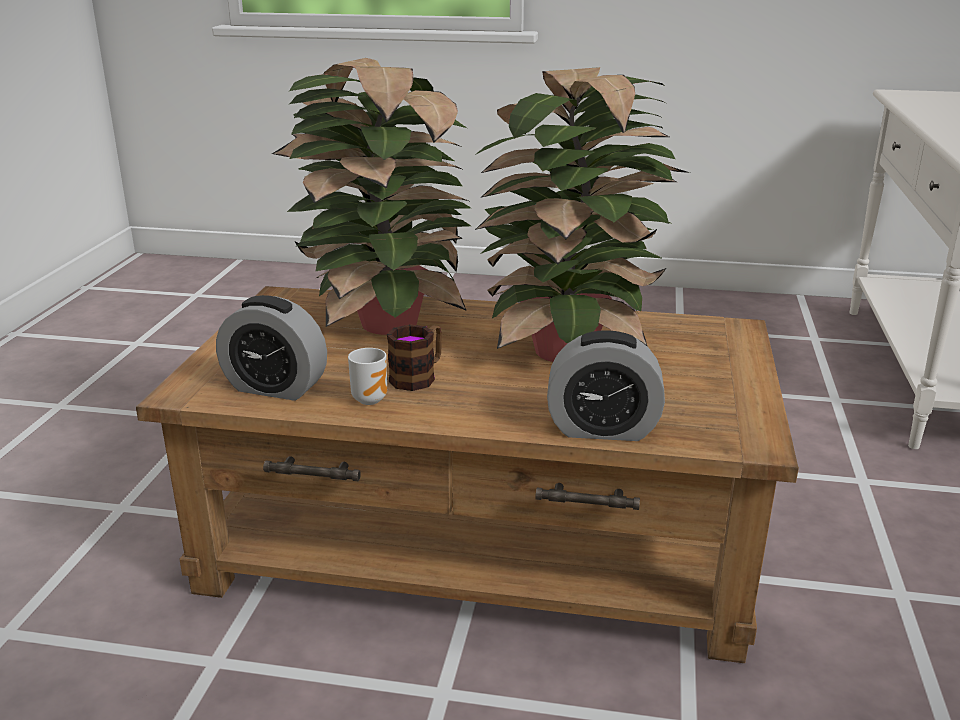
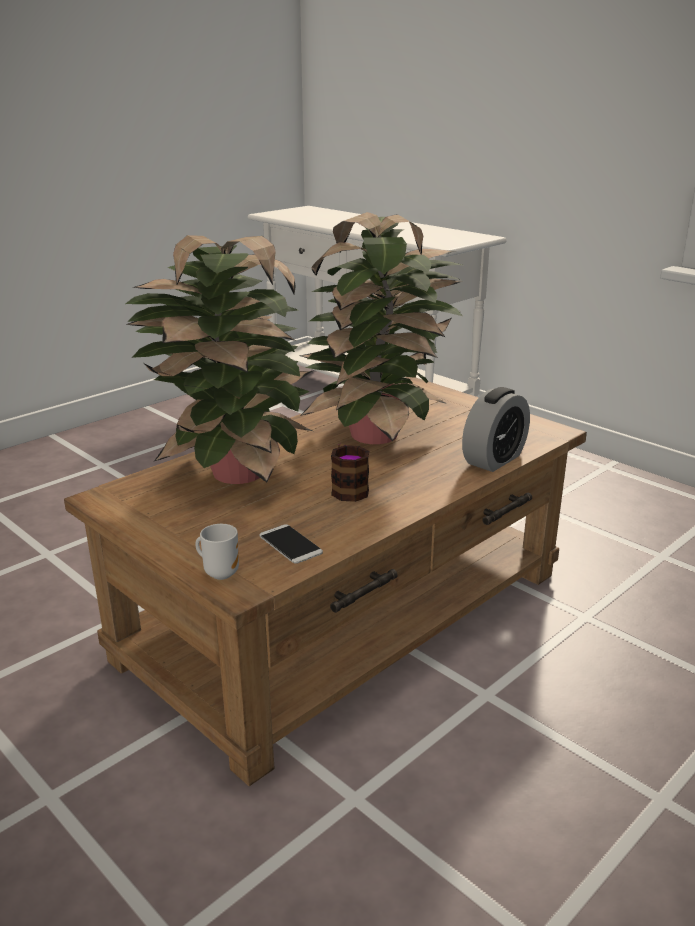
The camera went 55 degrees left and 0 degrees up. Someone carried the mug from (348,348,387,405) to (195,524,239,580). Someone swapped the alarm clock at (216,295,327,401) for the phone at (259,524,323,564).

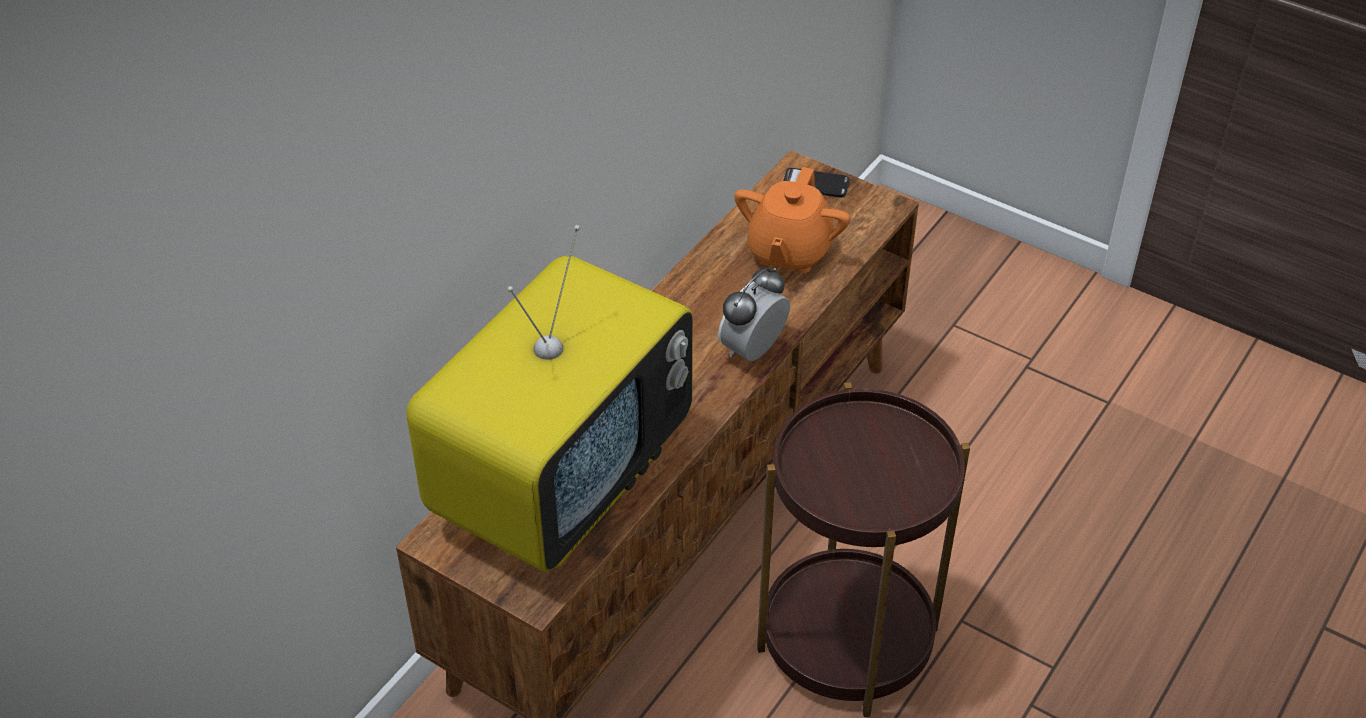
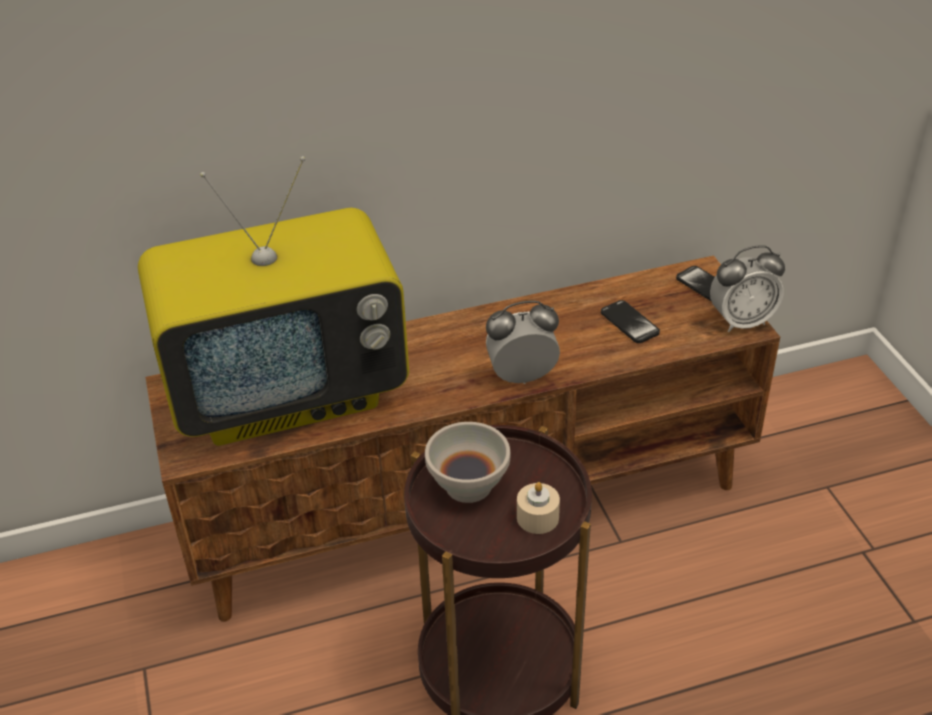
The camera went 40 degrees right and 5 degrees down. Someone put down the white bowl at (425,422,510,503). Someone put down the beige candle at (517,482,560,534). Someone swapped the orange teapot at (734,167,850,273) for the phone at (601,300,660,343). Someone put down the alarm clock at (710,245,785,332).

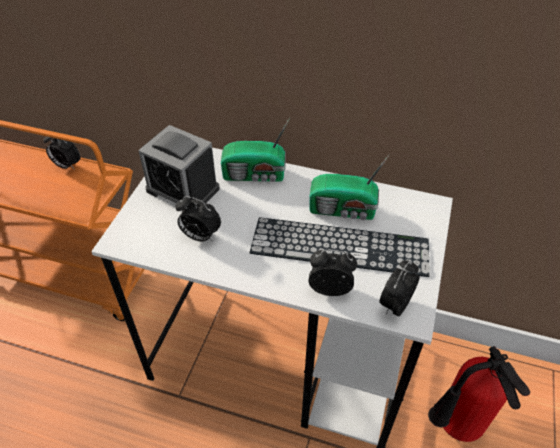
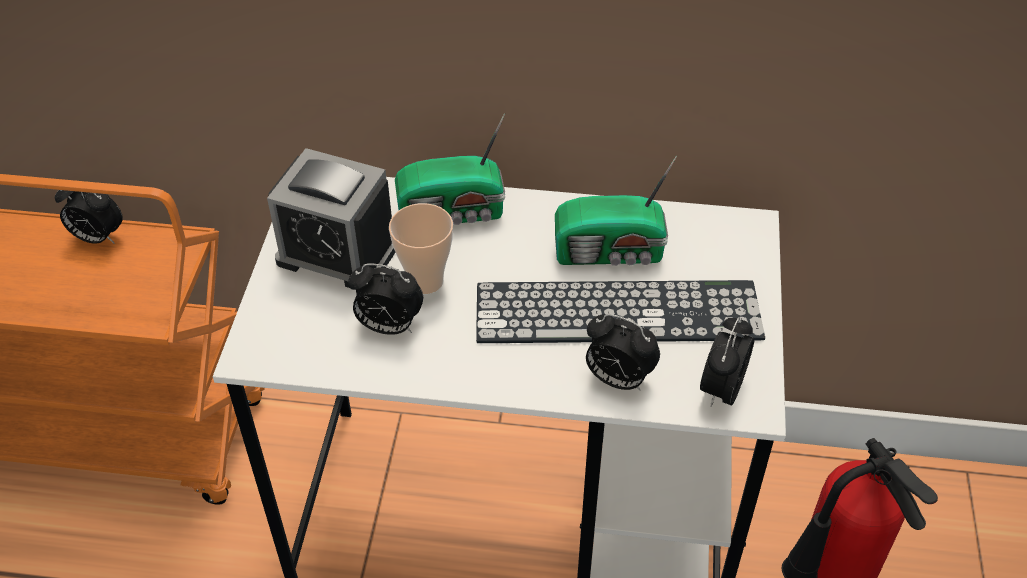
The camera went 10 degrees left and 0 degrees up. Someone put down the cup at (389,203,453,294). Someone rotated the alarm clock at (309,250,357,296) by 150 degrees counterclockwise.

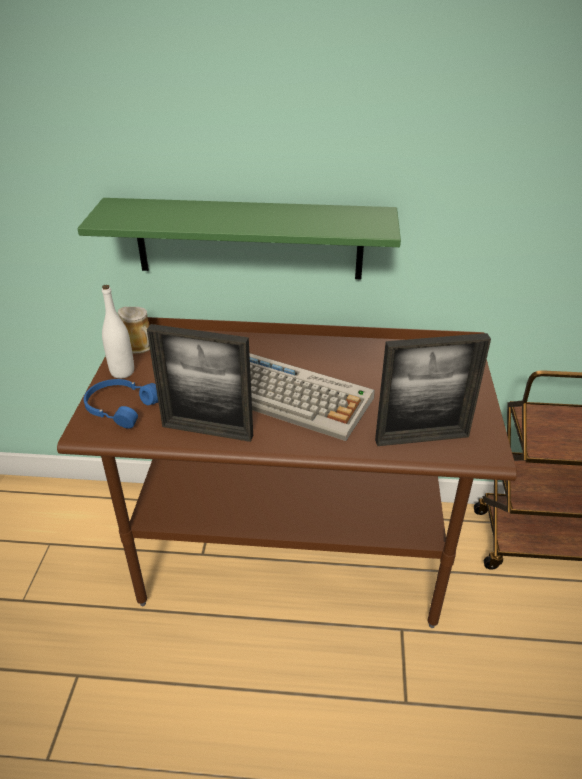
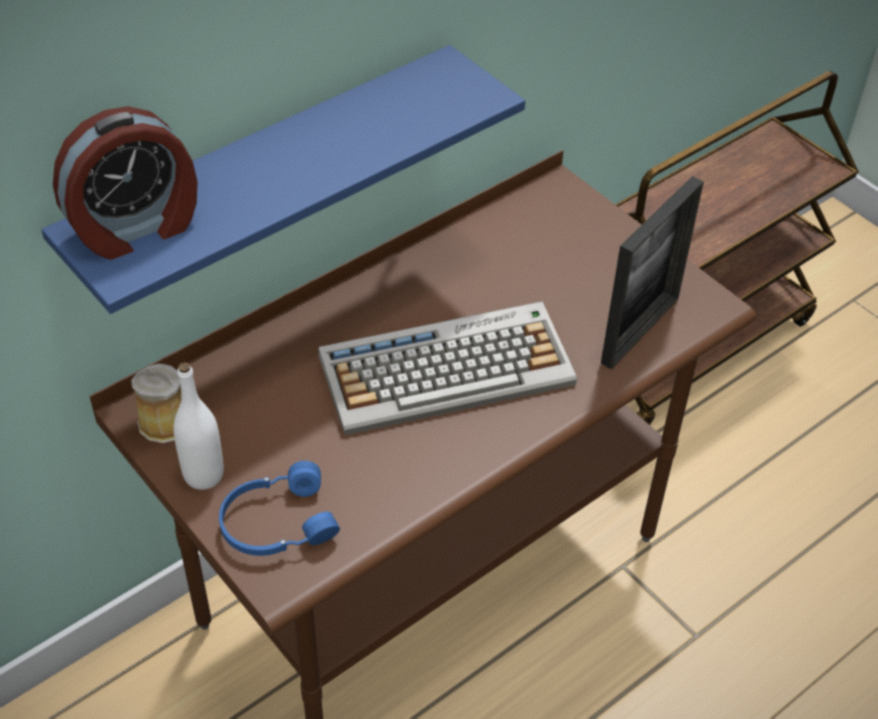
The camera went 45 degrees left and 10 degrees up. Someone repainted the green shelf at (77,198,401,279), which became the blue shelf at (41,45,525,314). Someone put down the alarm clock at (53,106,198,260). Someone took away the picture frame at (147,324,253,442).

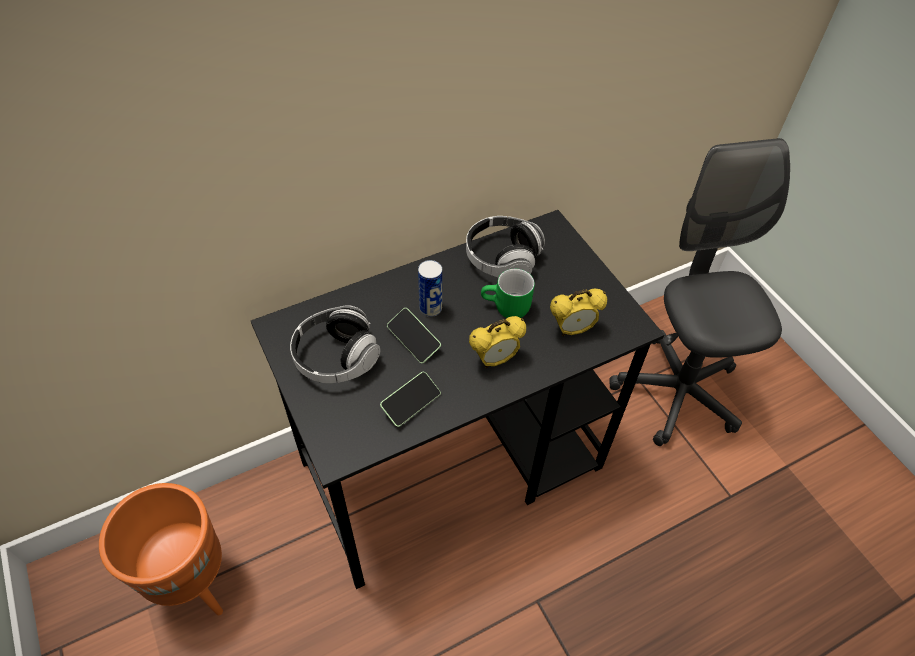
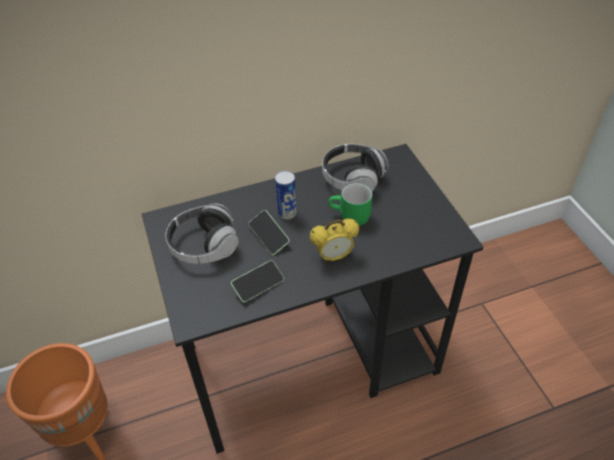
The camera went 10 degrees right and 5 degrees down. Someone took away the alarm clock at (550,289,607,336). Someone took away the grey office chair at (610,138,790,446).

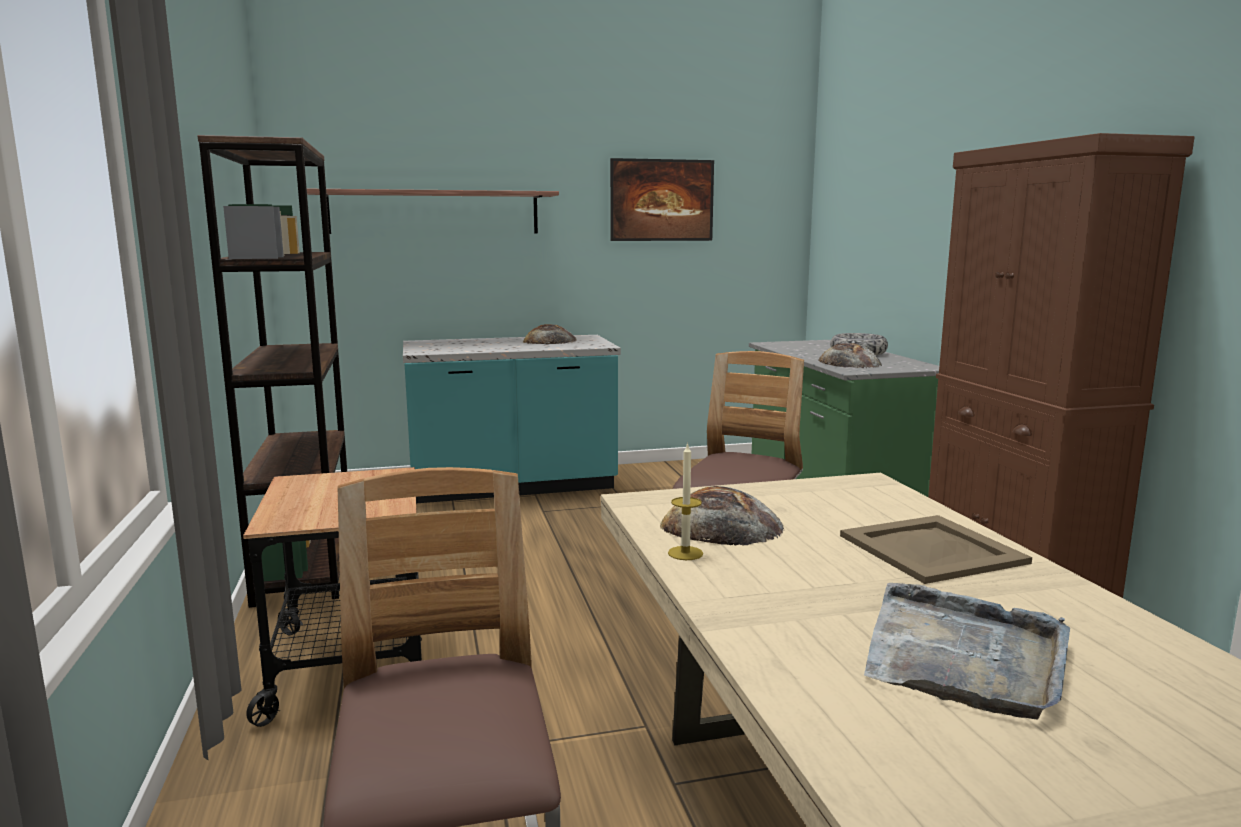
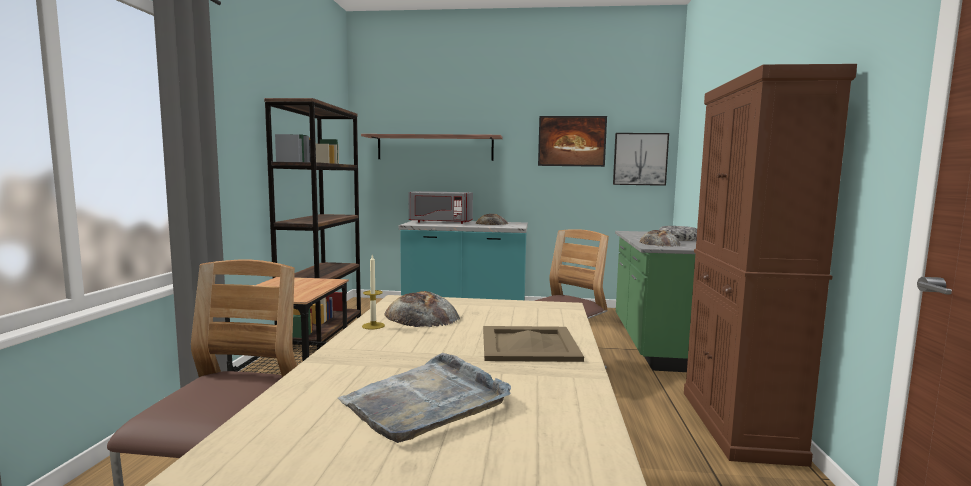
The camera went 20 degrees right and 5 degrees down. Someone put down the grey microwave at (409,191,473,224). Someone put up the picture at (613,133,669,186).

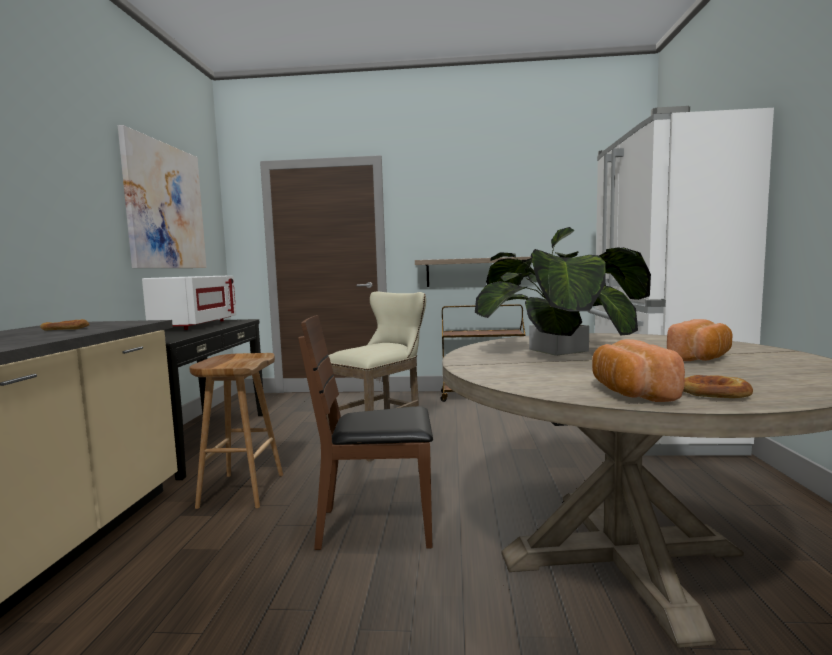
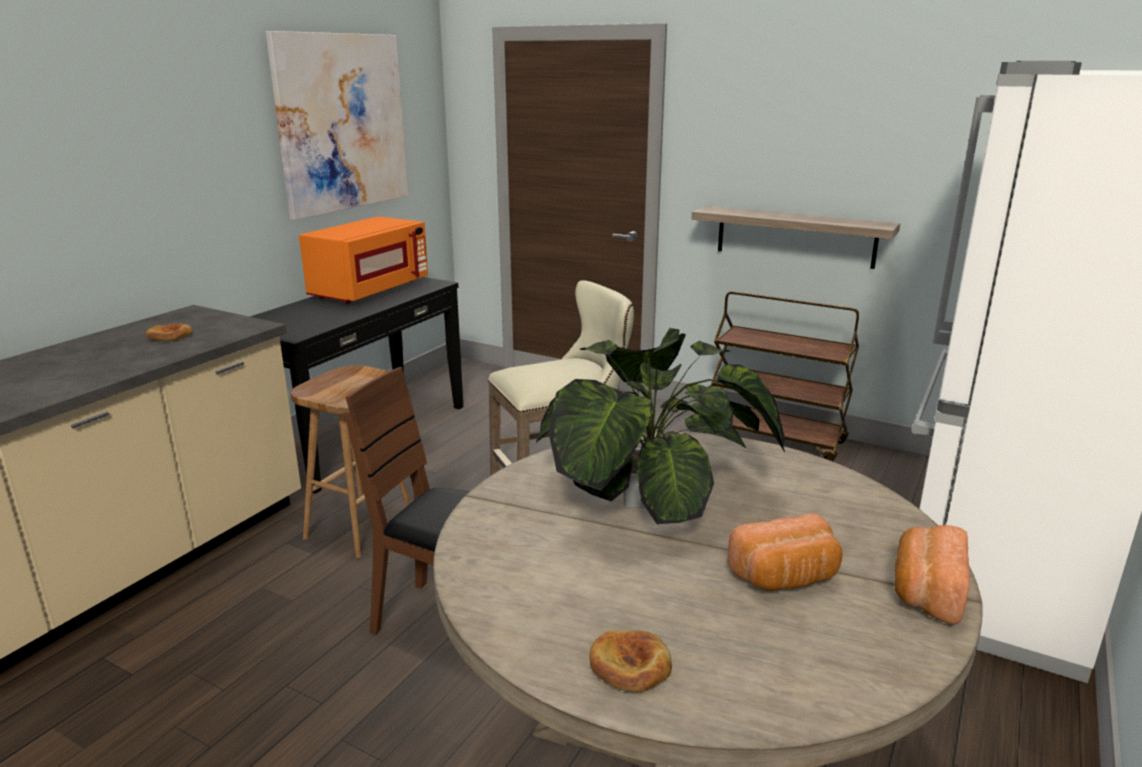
The camera went 25 degrees right and 15 degrees up. Someone repainted the white microwave at (142,276,236,330), which became the orange microwave at (299,216,428,304). Someone carried the bread from (592,339,685,402) to (895,525,970,624).

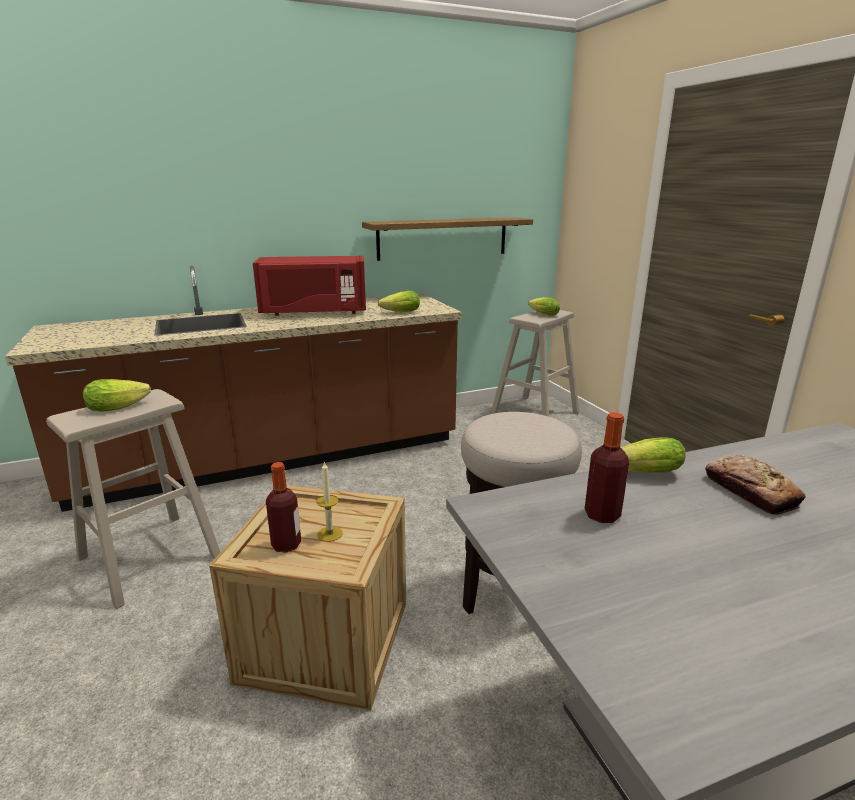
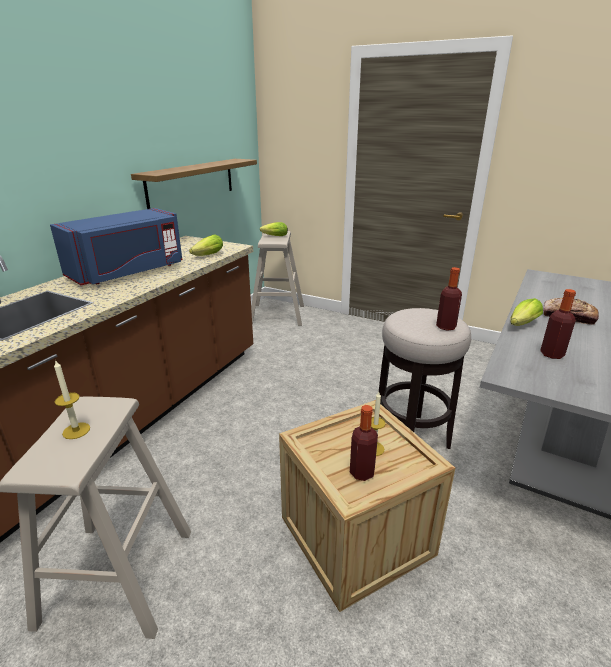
The camera went 40 degrees left and 5 degrees up. Someone repainted the red microwave at (253,256,366,316), which became the blue microwave at (50,208,183,285). Someone swapped the lettuce at (83,379,151,412) for the candle at (54,361,90,439). Someone put down the bottle at (436,267,462,331).

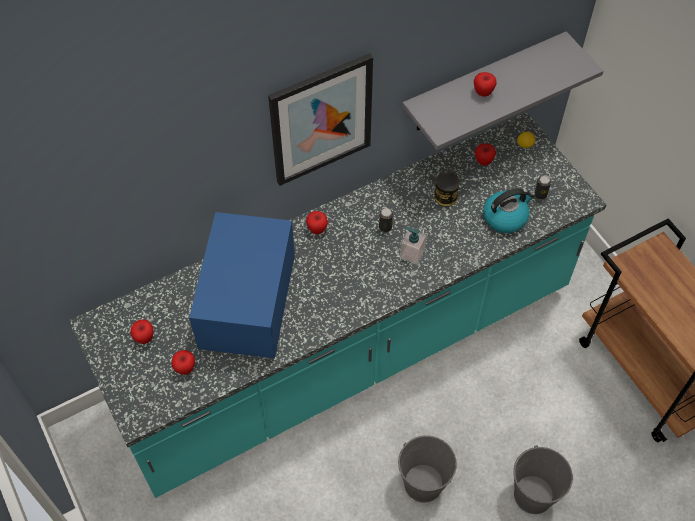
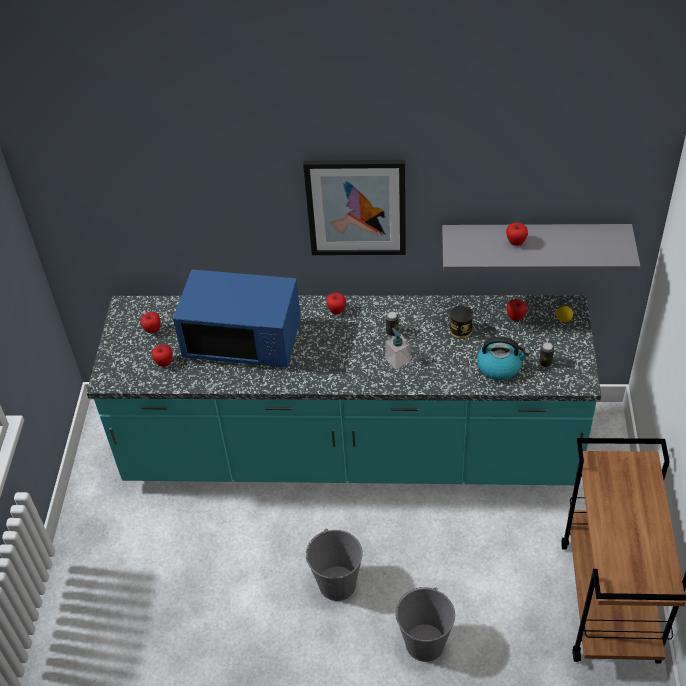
The camera went 35 degrees right and 10 degrees down. Someone rotated the blue microwave at (189,212,295,358) by 120 degrees counterclockwise.

